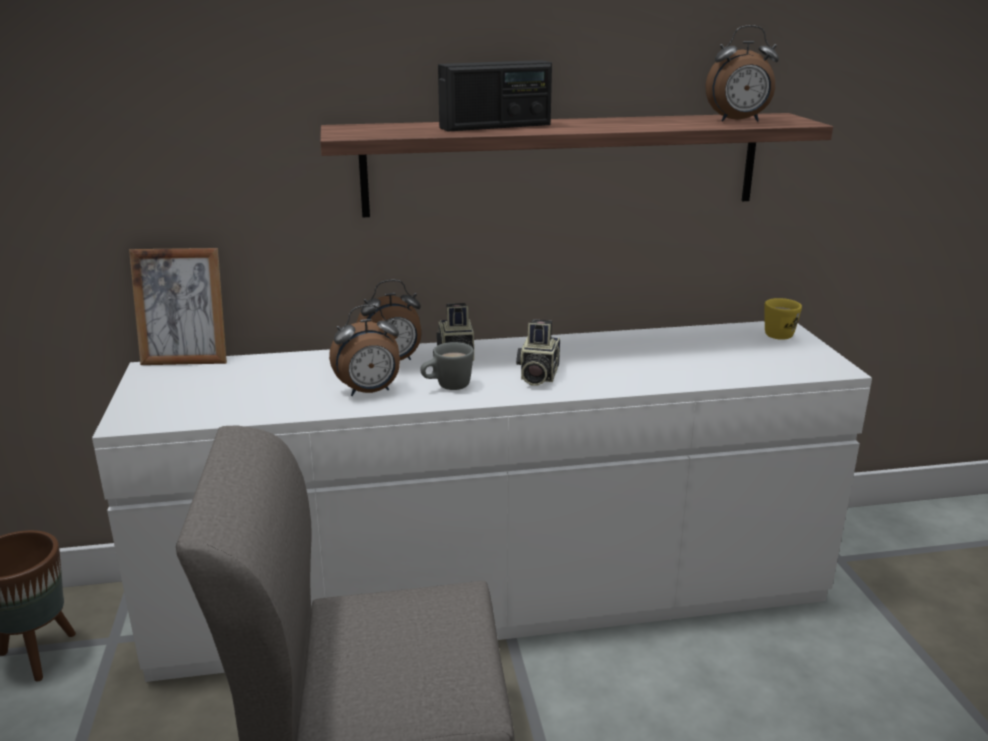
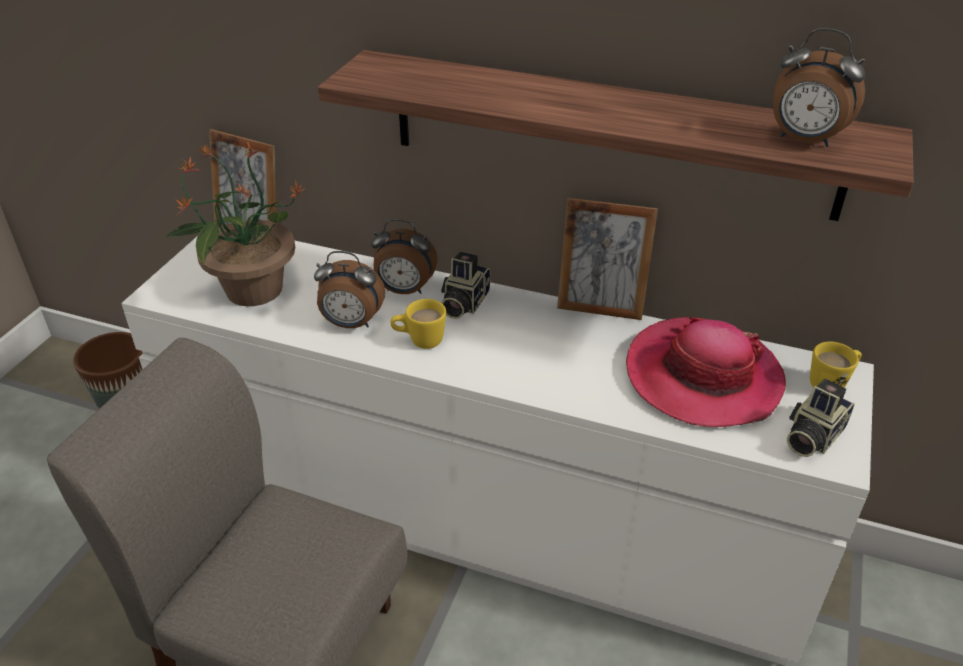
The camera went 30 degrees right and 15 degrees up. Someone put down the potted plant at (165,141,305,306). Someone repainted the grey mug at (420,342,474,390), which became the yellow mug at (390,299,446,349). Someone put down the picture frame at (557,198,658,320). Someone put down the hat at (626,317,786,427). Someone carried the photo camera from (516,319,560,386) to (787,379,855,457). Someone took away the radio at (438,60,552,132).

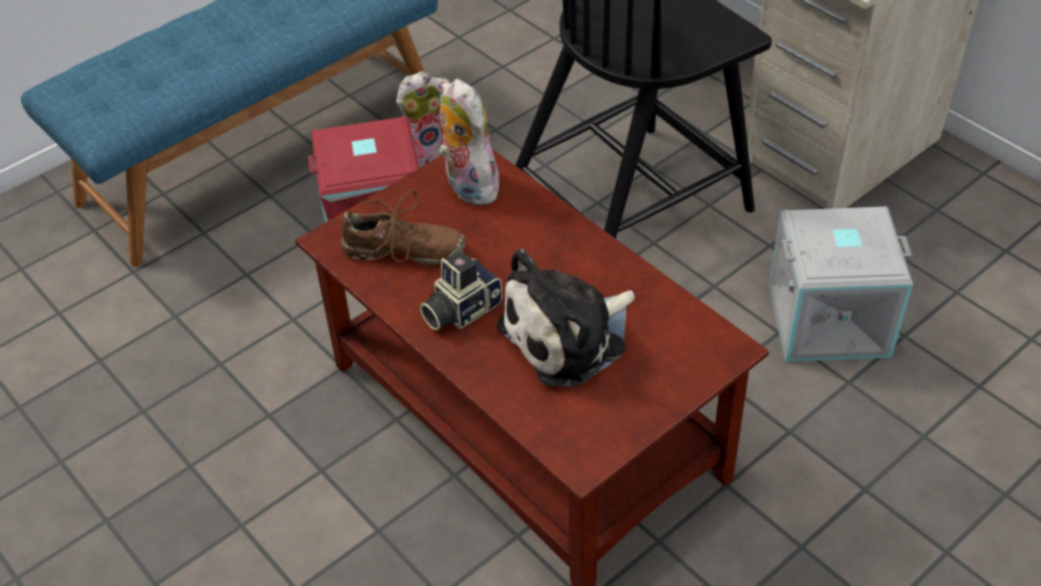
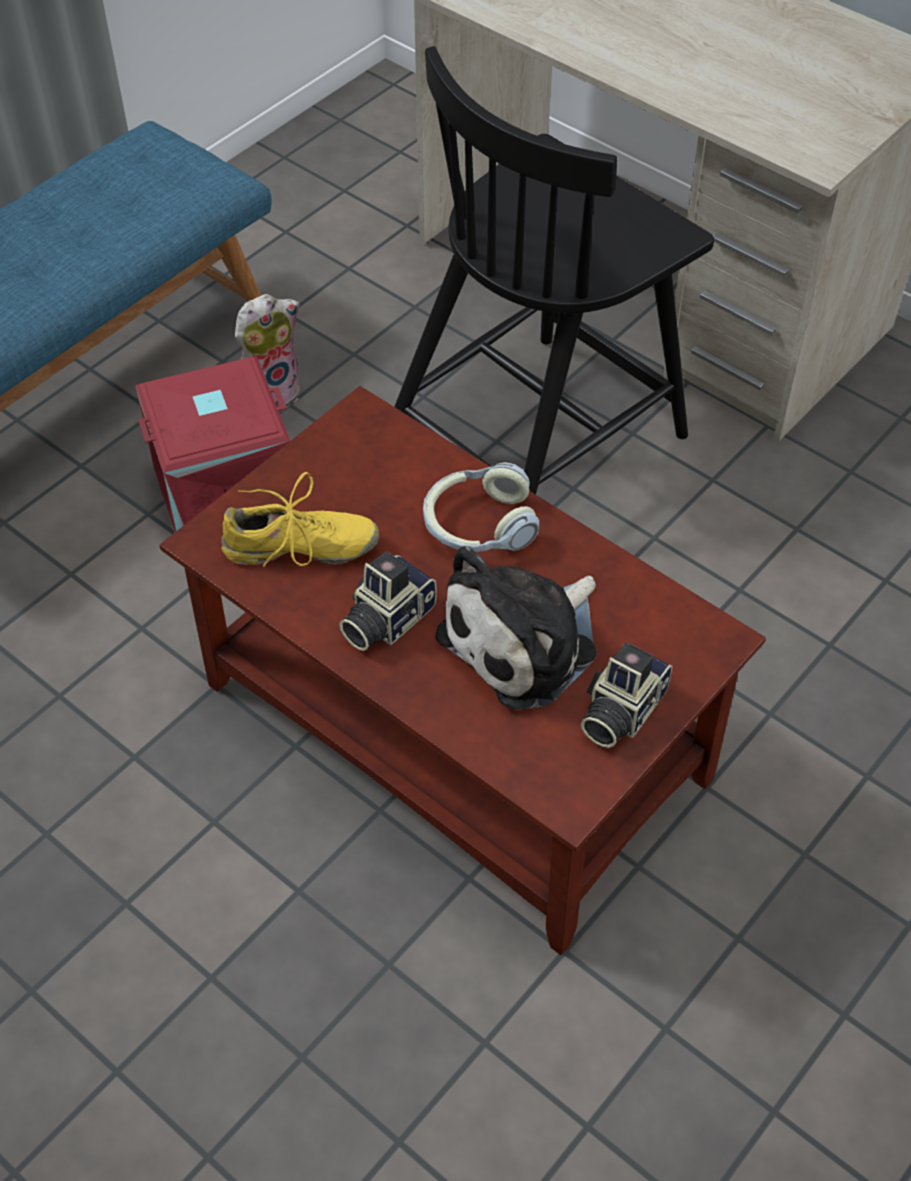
The camera went 10 degrees left and 5 degrees up. Someone repainted the brown shoe at (341,190,466,265), which became the yellow shoe at (221,472,379,567). Someone put down the headphones at (423,463,539,552). Someone put down the photo camera at (581,642,672,748). Someone took away the plush toy at (438,79,499,205). Someone took away the grey storage box at (768,206,913,362).

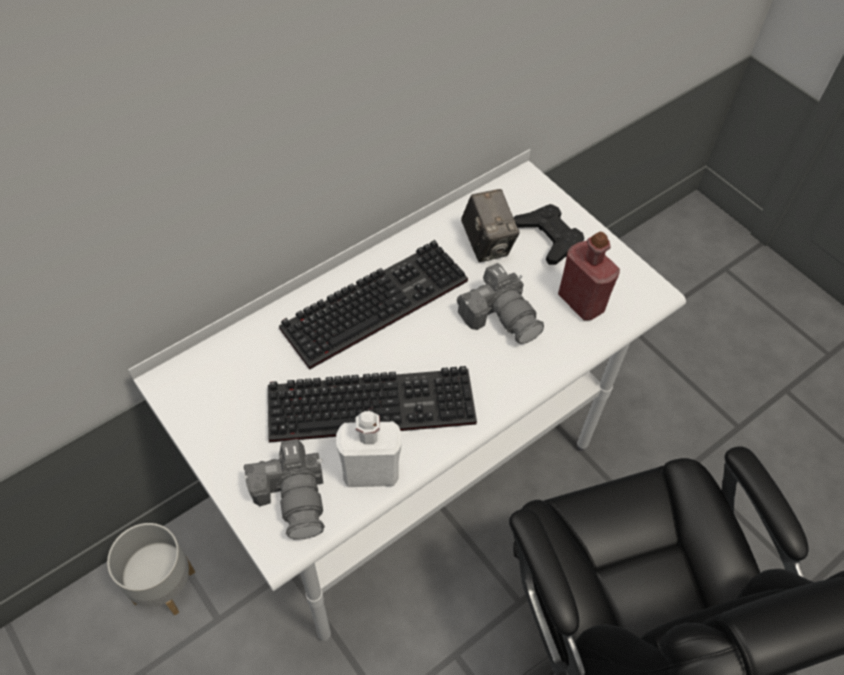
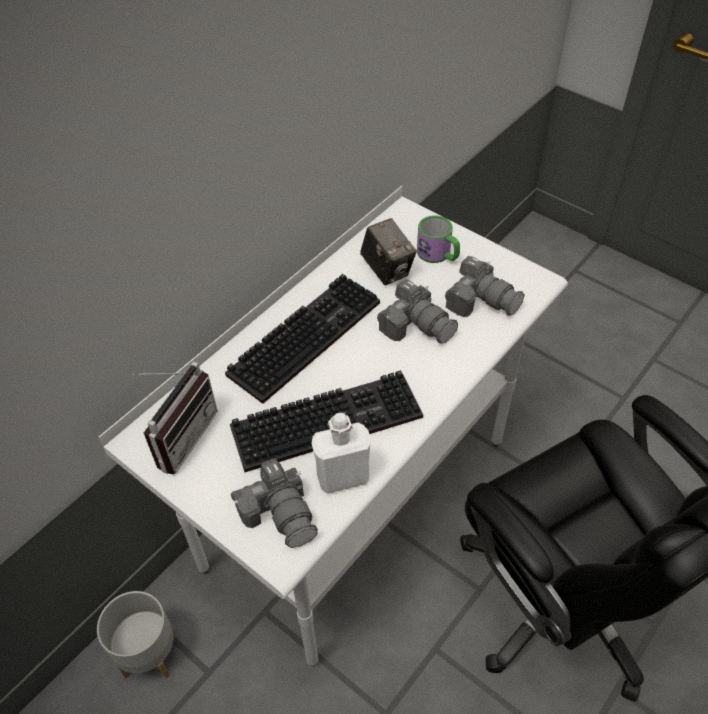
The camera went 10 degrees left and 5 degrees down. Someone put down the radio at (132,362,218,474). Someone swapped the black game controller at (514,204,584,265) for the mug at (417,215,460,263). Someone swapped the red bottle at (558,232,620,320) for the photo camera at (445,256,525,317).

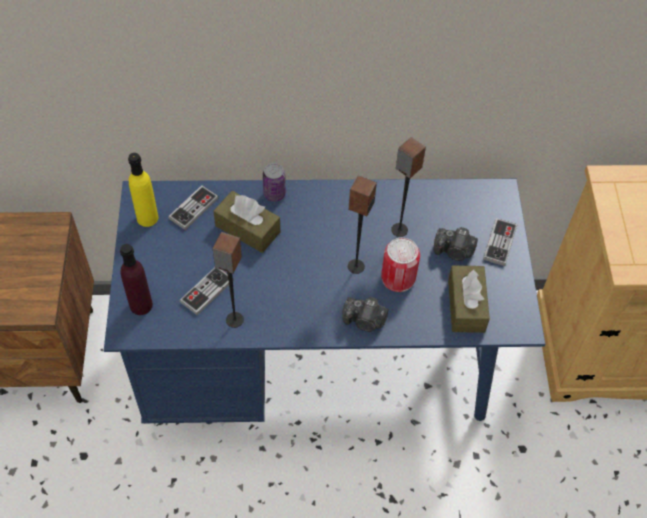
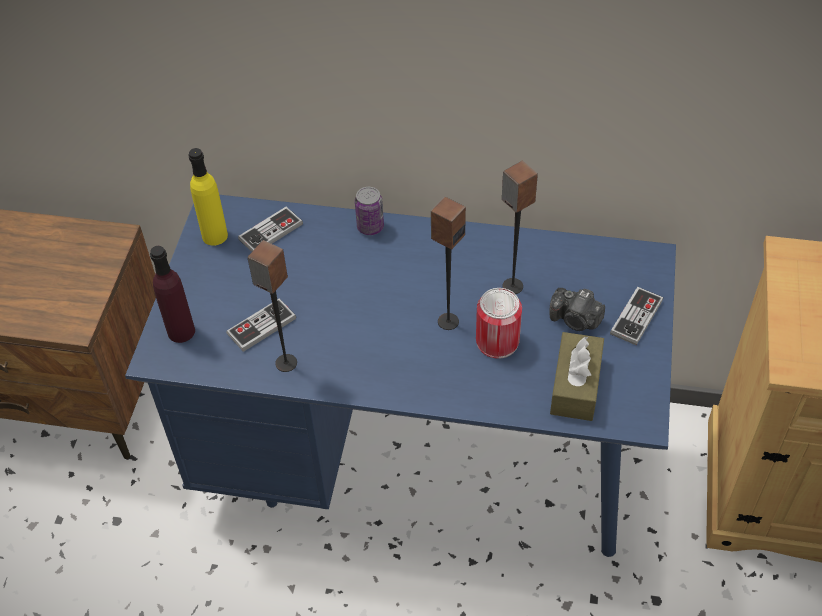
The camera went 15 degrees right and 5 degrees down. Someone took away the brown tissue box at (214,191,280,253). Someone took away the photo camera at (343,297,388,332).

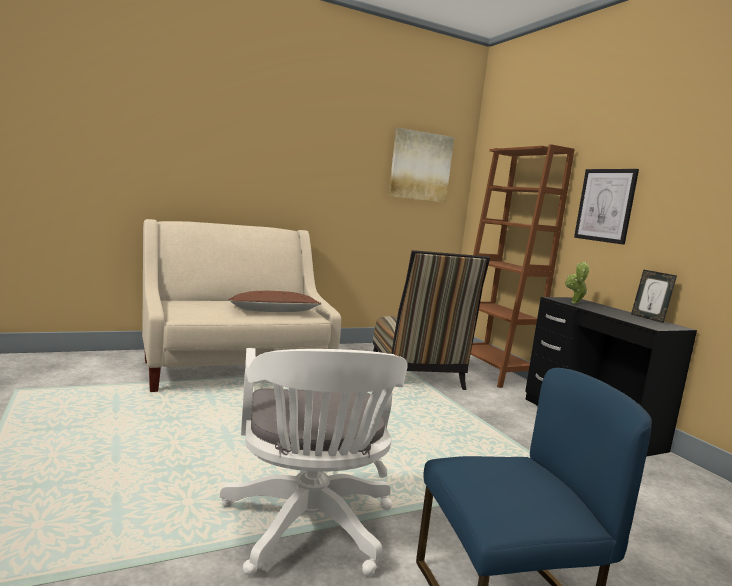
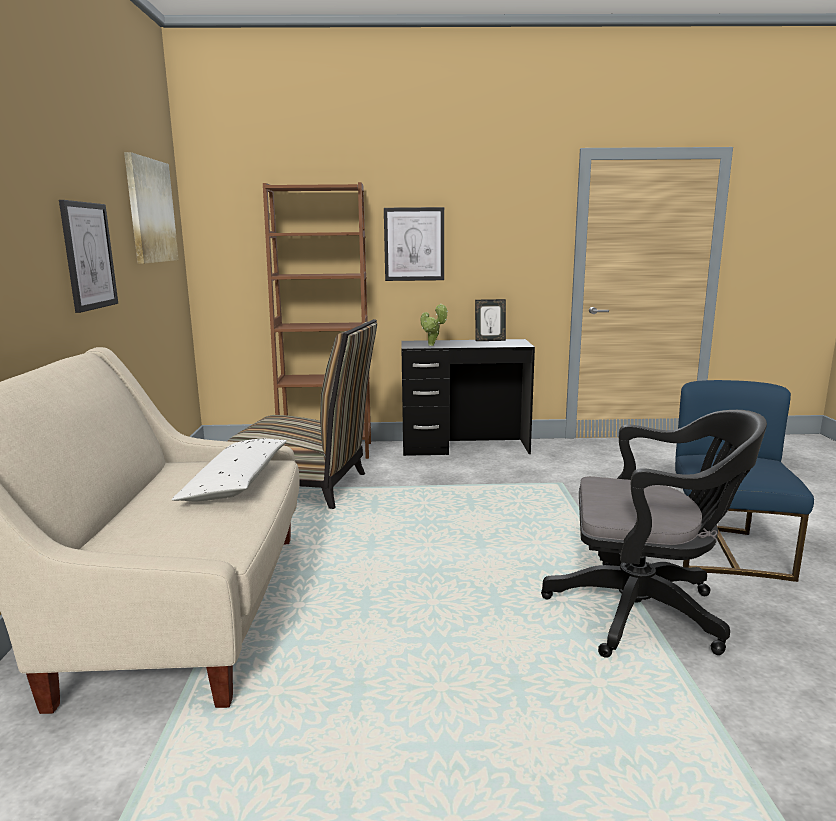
The camera went 65 degrees left and 5 degrees up. Someone put up the picture at (59,200,118,313). Someone repainted the brown pillow at (228,291,322,312), which became the white pillow at (172,439,287,501). Someone repainted the white office chair at (220,348,408,576), which became the black office chair at (541,410,767,658).

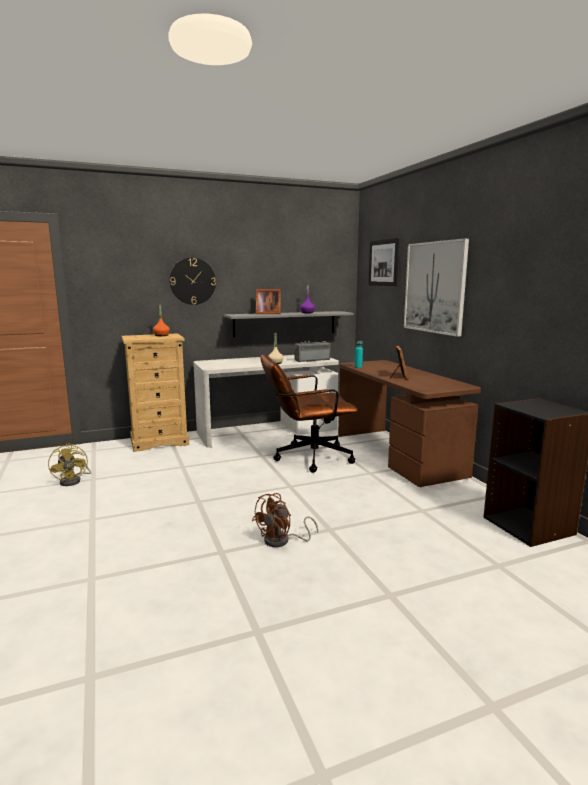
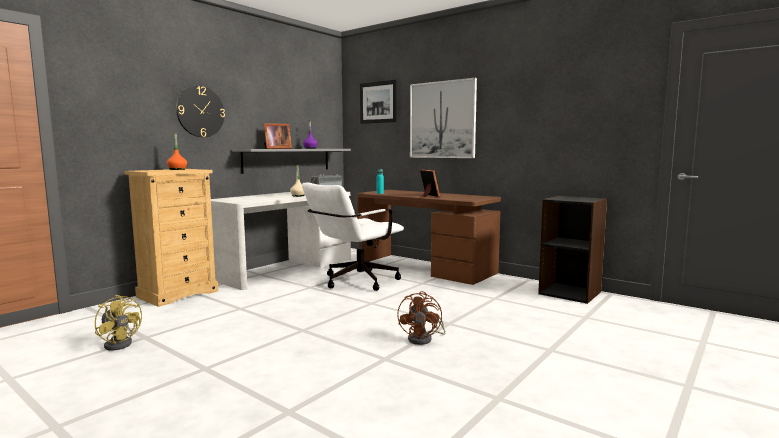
The camera went 30 degrees left and 5 degrees down. Someone repainted the brown office chair at (260,354,358,473), which became the white office chair at (302,182,404,291).

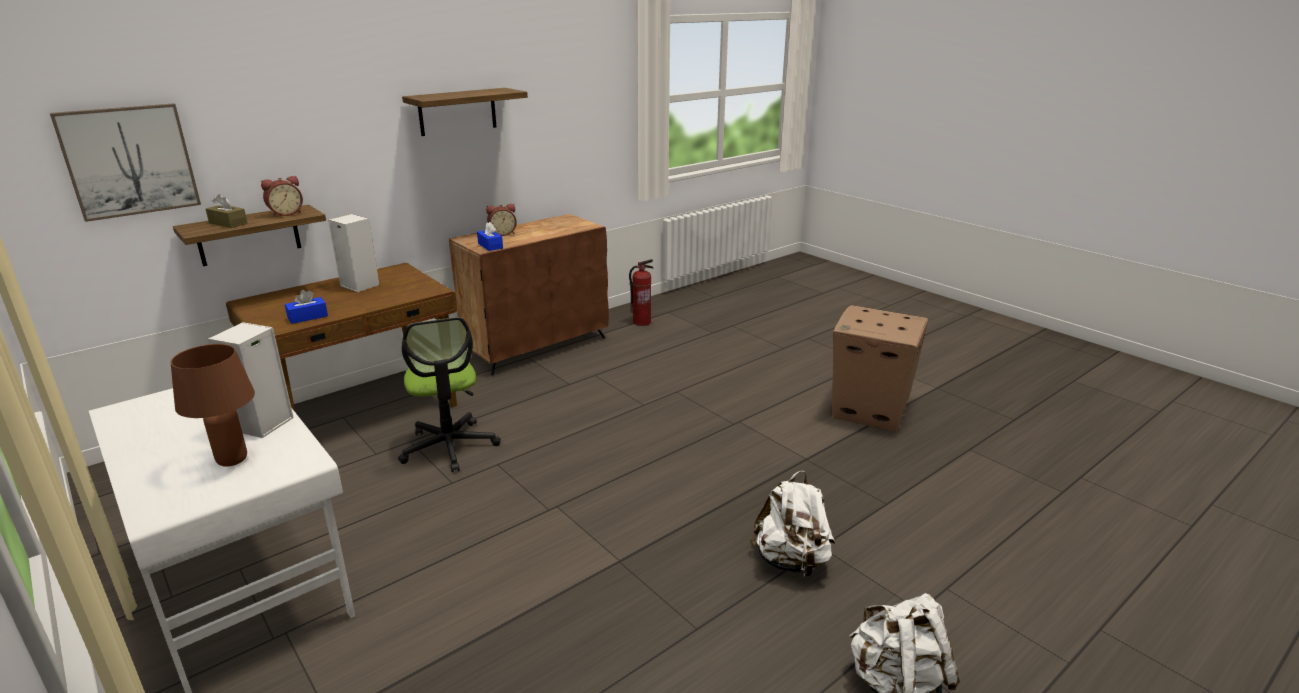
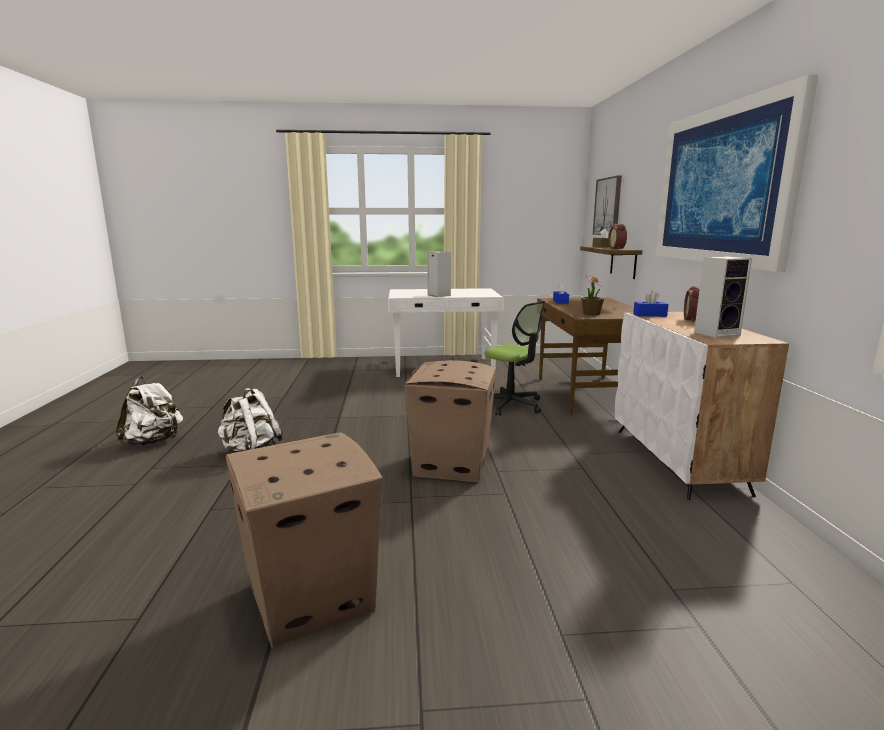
The camera went 125 degrees right and 10 degrees down. Someone put down the cardboard box at (405,360,496,483). Someone rotated the office chair at (398,317,501,472) by 150 degrees counterclockwise. Someone put down the potted plant at (581,274,604,315). Someone repainted the brown cabinet at (449,214,609,375), which became the white cabinet at (615,312,789,500). Someone swapped the shelf at (402,88,528,136) for the picture at (656,74,818,272). Someone carried the speaker from (328,214,380,292) to (694,256,752,338). Someone took away the brown table lamp at (171,344,255,467). Someone took away the fire extinguisher at (629,259,654,326).

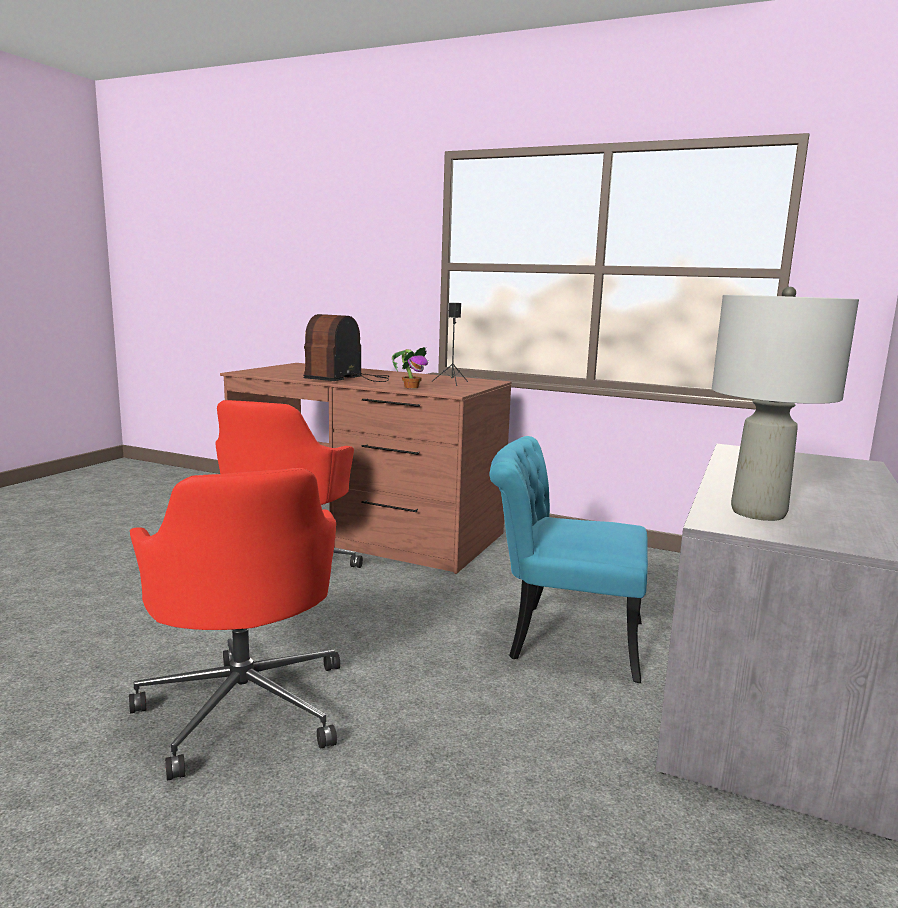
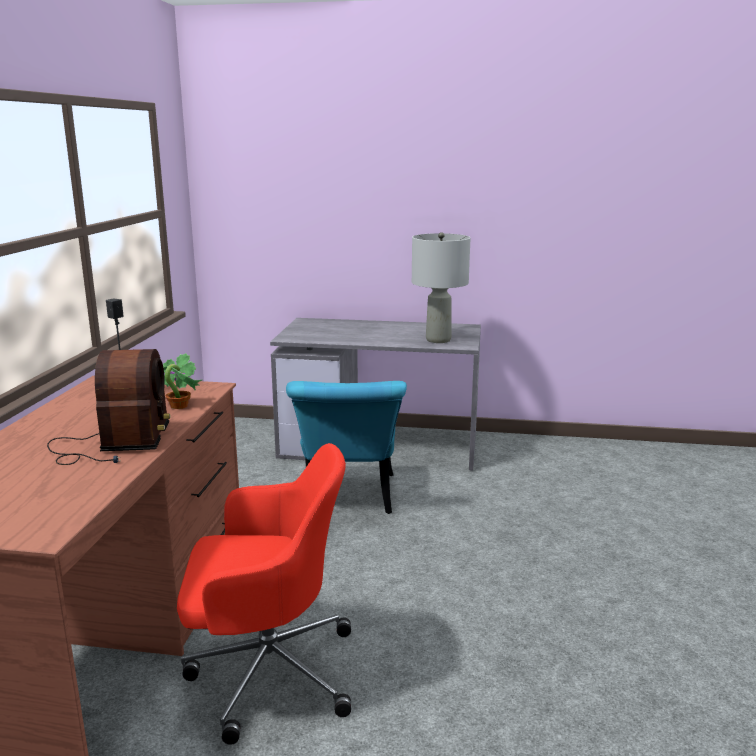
The camera went 105 degrees left and 5 degrees up. Someone rotated the radio at (303,314,390,382) by 105 degrees counterclockwise. Someone took away the red office chair at (129,468,340,781).

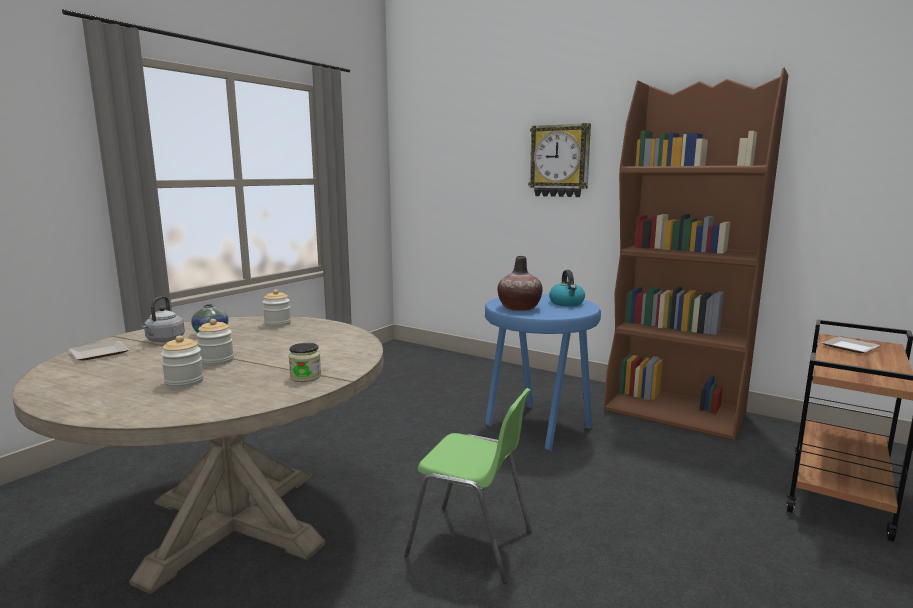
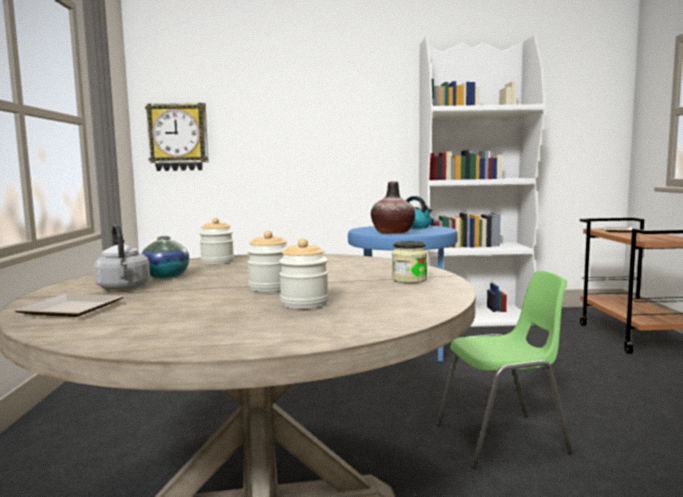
The camera went 35 degrees left and 5 degrees down. Someone carried the wall clock from (528,123,591,197) to (145,103,209,171). Someone repainted the brown bookcase at (604,68,788,441), which became the white bookcase at (419,34,545,327).

